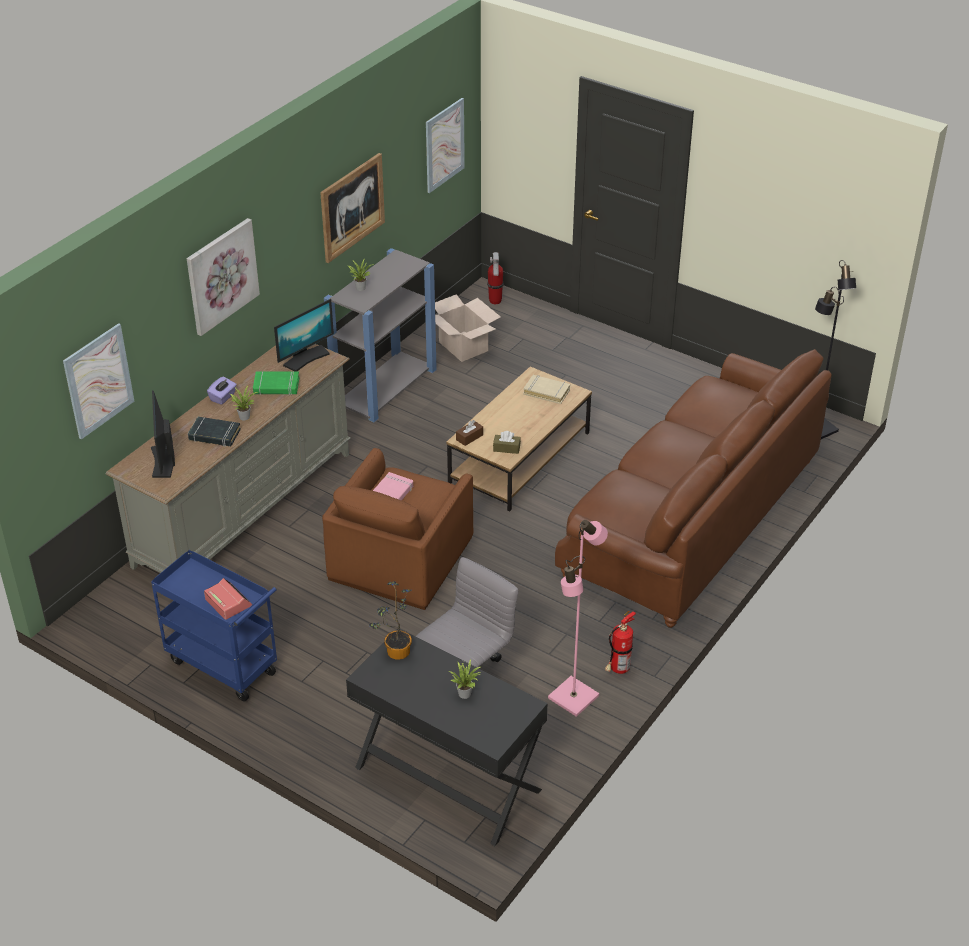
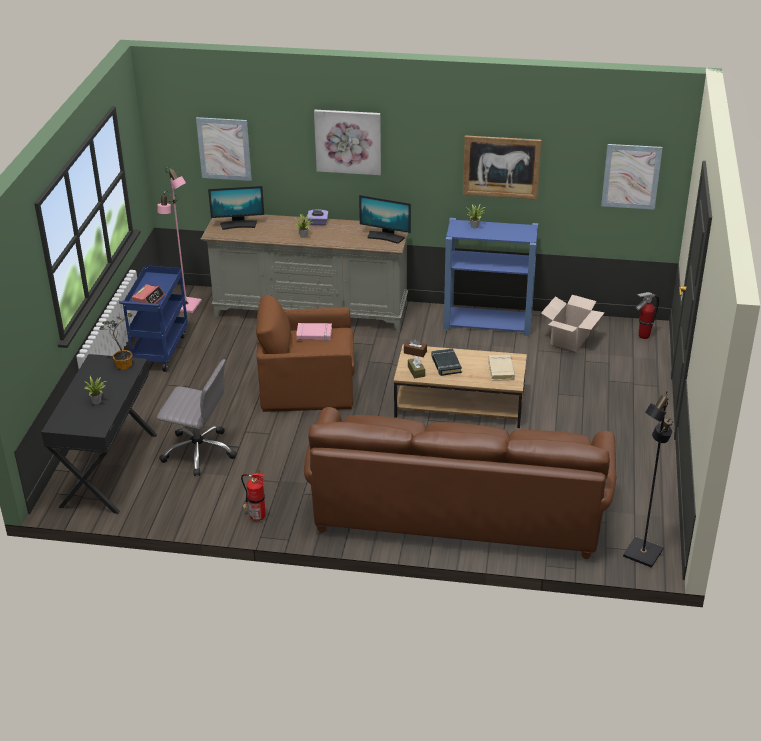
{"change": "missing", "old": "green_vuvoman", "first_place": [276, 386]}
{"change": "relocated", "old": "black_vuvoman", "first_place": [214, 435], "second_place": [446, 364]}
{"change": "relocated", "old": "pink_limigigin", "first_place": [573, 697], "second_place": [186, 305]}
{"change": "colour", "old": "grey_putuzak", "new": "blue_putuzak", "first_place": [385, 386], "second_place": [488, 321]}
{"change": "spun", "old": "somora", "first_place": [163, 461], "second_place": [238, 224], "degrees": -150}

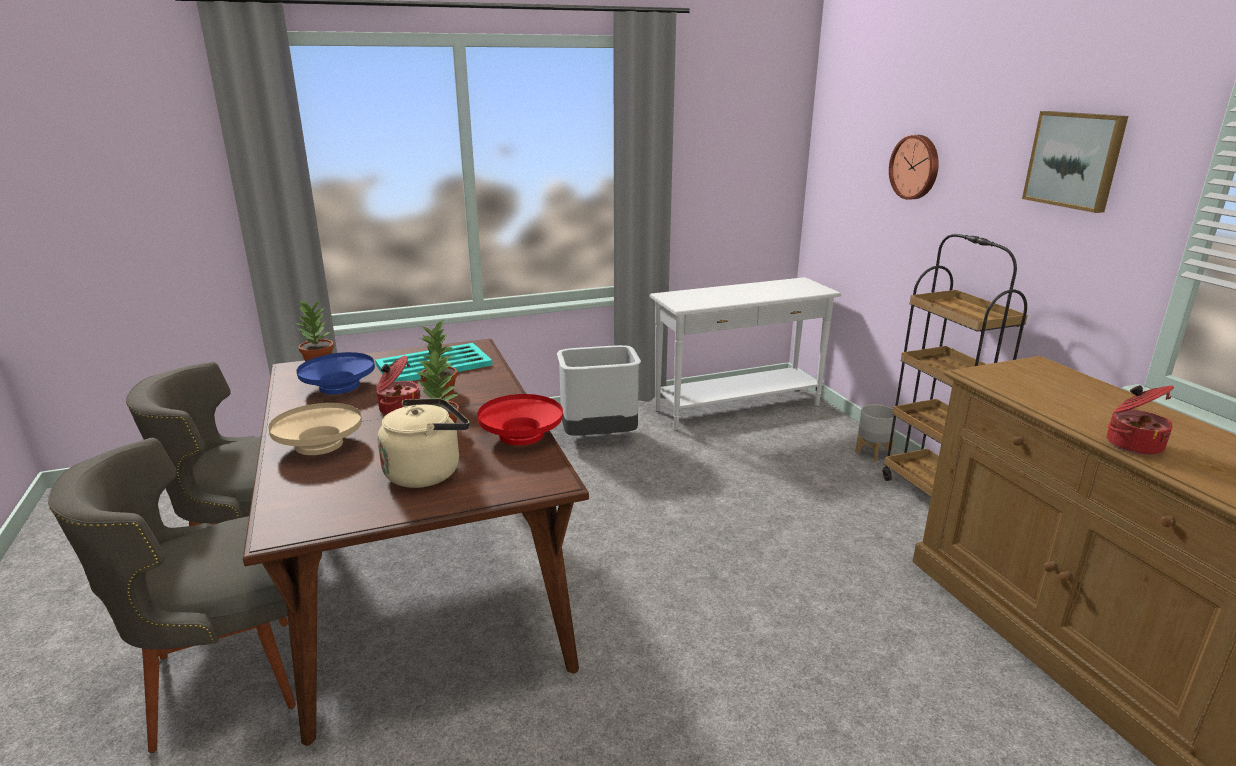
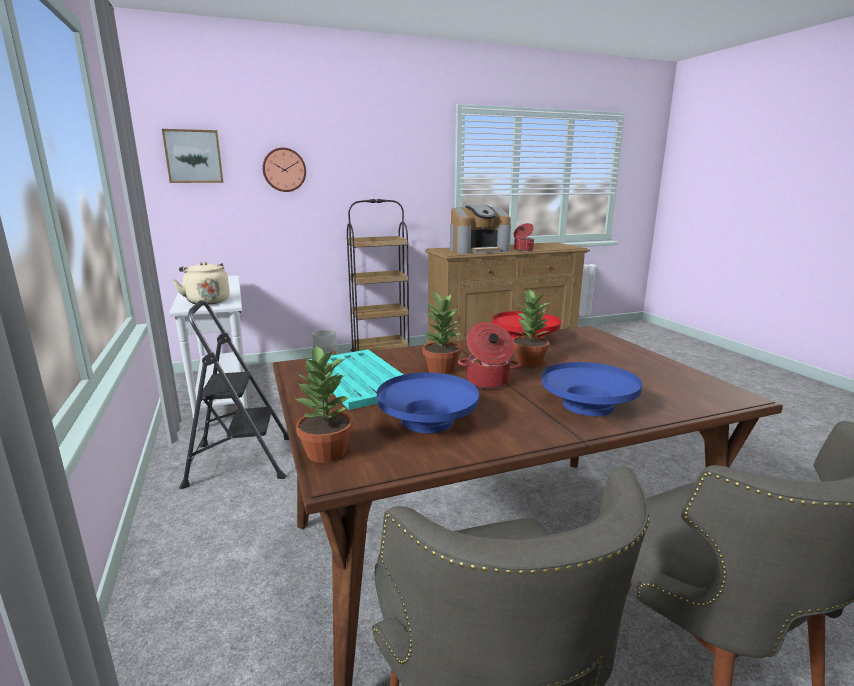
{"change": "appeared", "new": "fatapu", "second_place": [479, 250]}
{"change": "relocated", "old": "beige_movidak", "first_place": [427, 472], "second_place": [207, 301]}
{"change": "relocated", "old": "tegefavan", "first_place": [1075, 160], "second_place": [193, 156]}
{"change": "exchanged", "old": "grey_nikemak", "new": "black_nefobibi", "first_place": [599, 437], "second_place": [236, 460]}
{"change": "colour", "old": "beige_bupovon", "new": "blue_bupovon", "first_place": [320, 445], "second_place": [587, 405]}

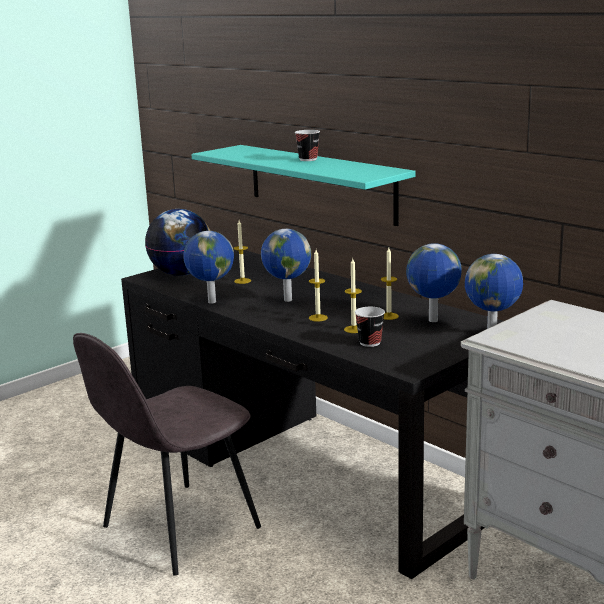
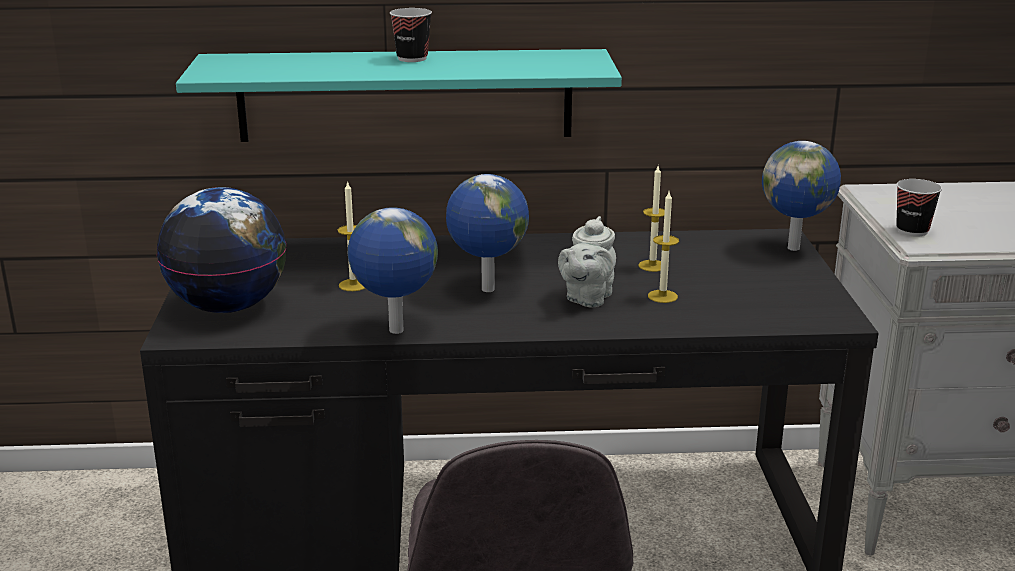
{"change": "missing", "old": "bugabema", "first_place": [433, 321]}
{"change": "relocated", "old": "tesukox", "first_place": [370, 343], "second_place": [912, 231]}
{"change": "exchanged", "old": "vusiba", "new": "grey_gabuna", "first_place": [318, 318], "second_place": [587, 298]}

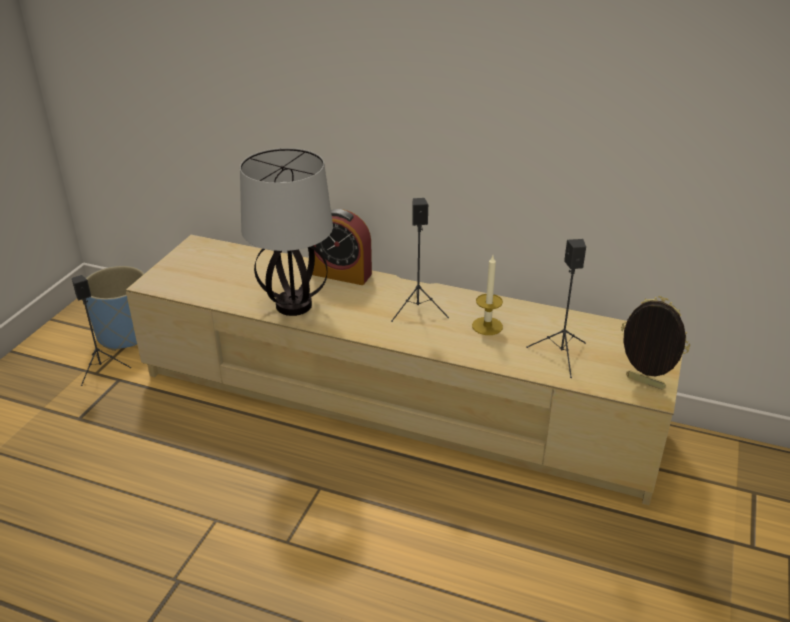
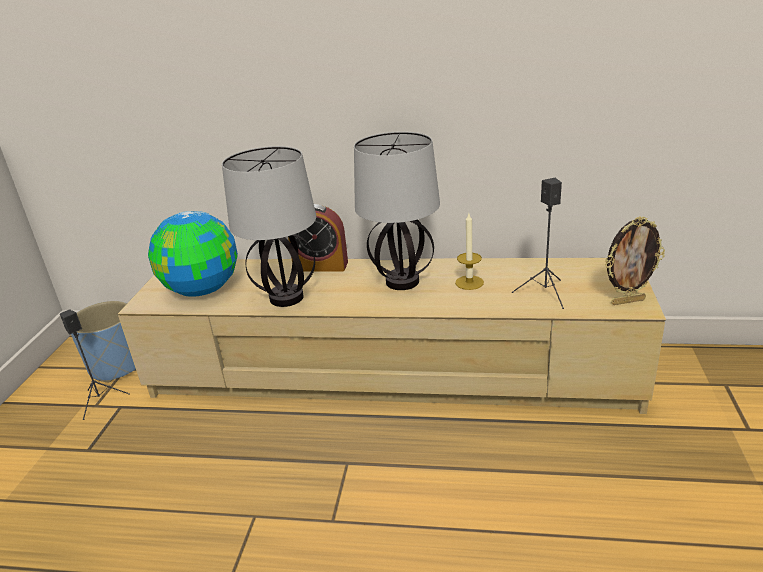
{"change": "appeared", "new": "bugabema", "second_place": [203, 290]}
{"change": "exchanged", "old": "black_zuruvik", "new": "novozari", "first_place": [418, 310], "second_place": [402, 281]}
{"change": "spun", "old": "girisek", "first_place": [644, 383], "second_place": [627, 301], "degrees": 150}

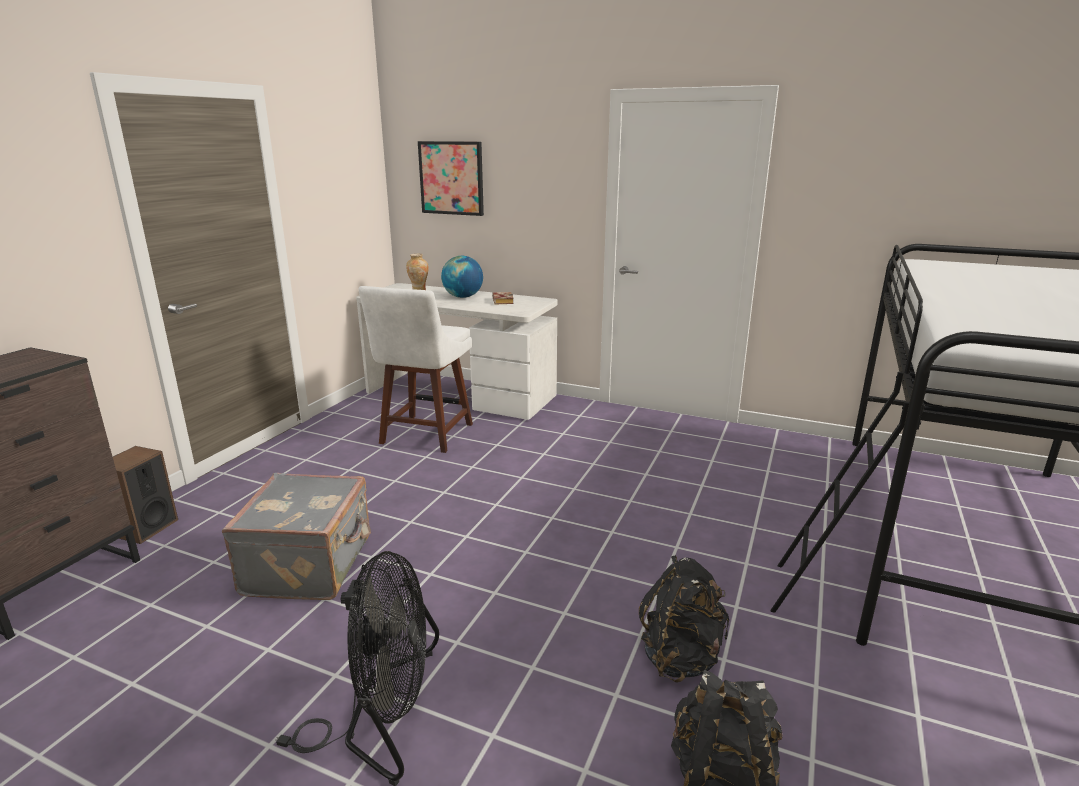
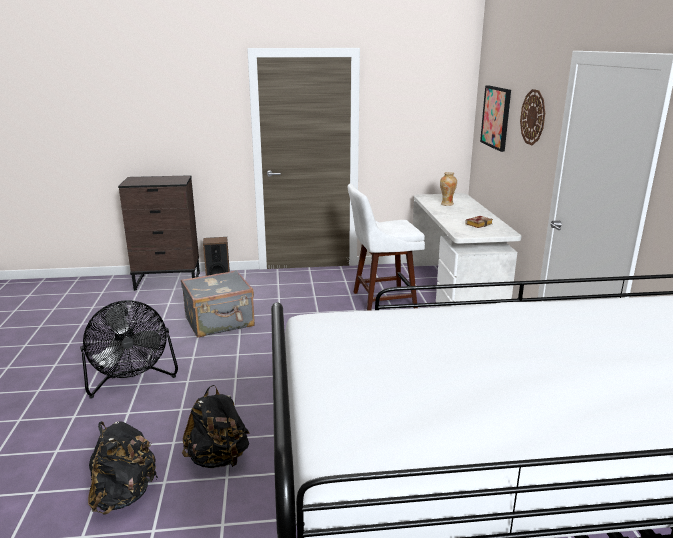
{"change": "missing", "old": "bugabema", "first_place": [463, 297]}
{"change": "appeared", "new": "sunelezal", "second_place": [533, 117]}

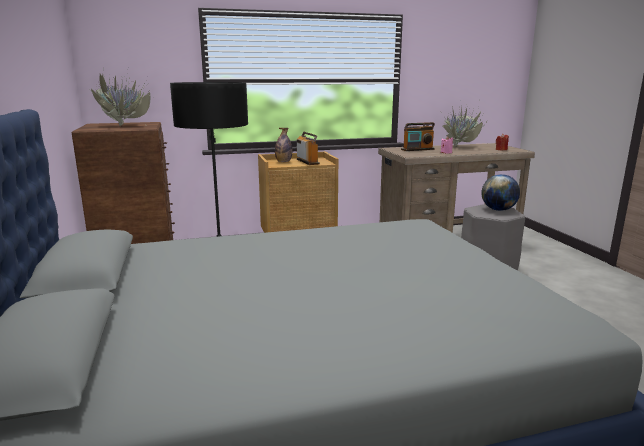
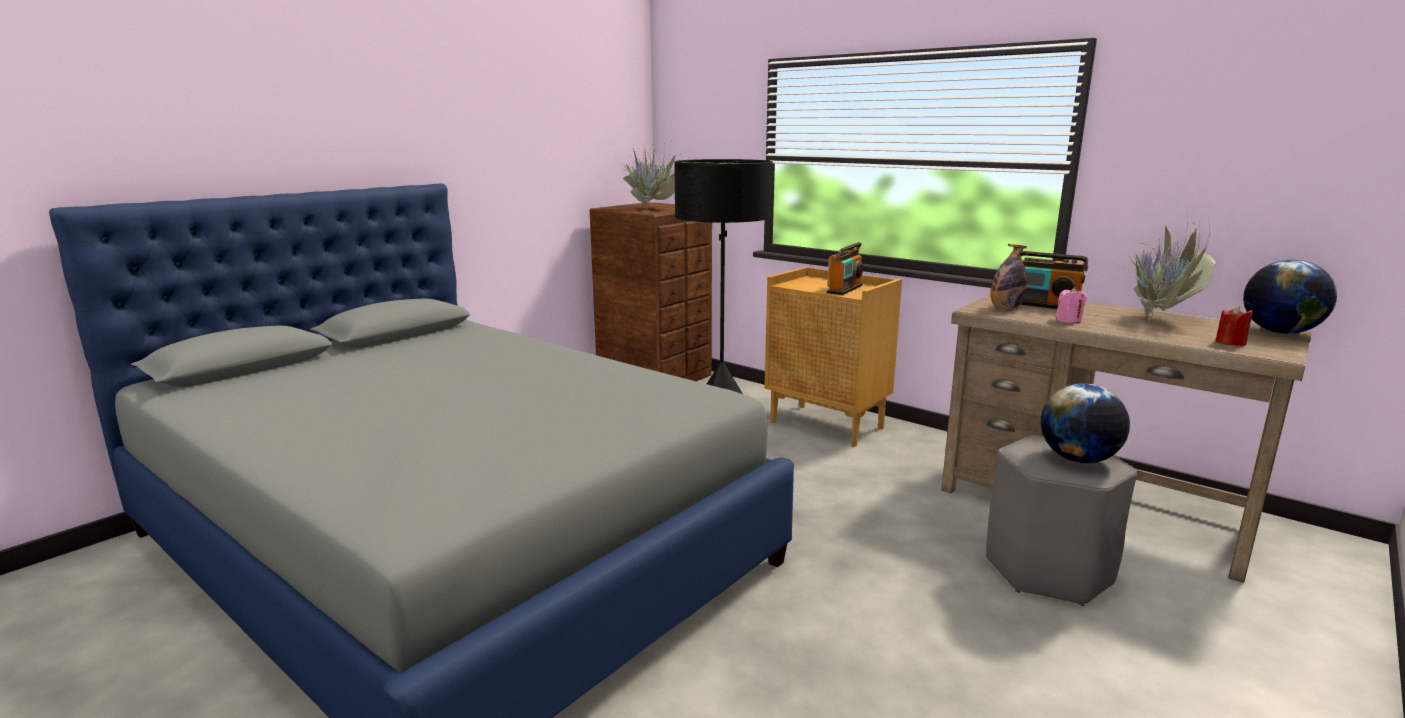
{"change": "appeared", "new": "bugabema", "second_place": [1279, 332]}
{"change": "relocated", "old": "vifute", "first_place": [283, 162], "second_place": [1005, 308]}

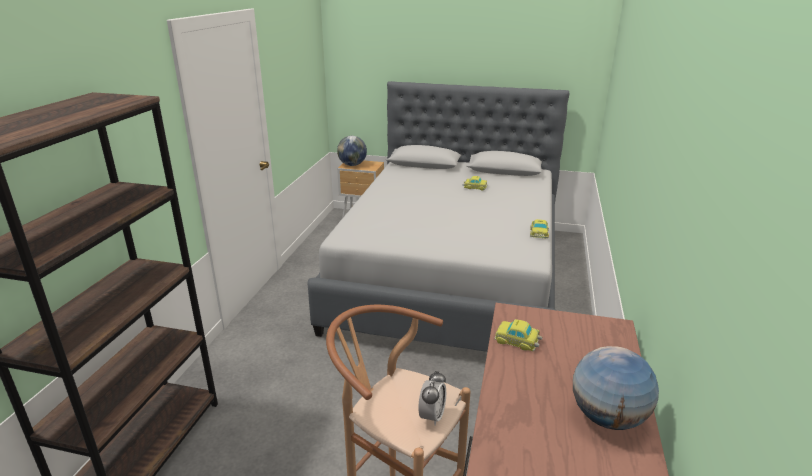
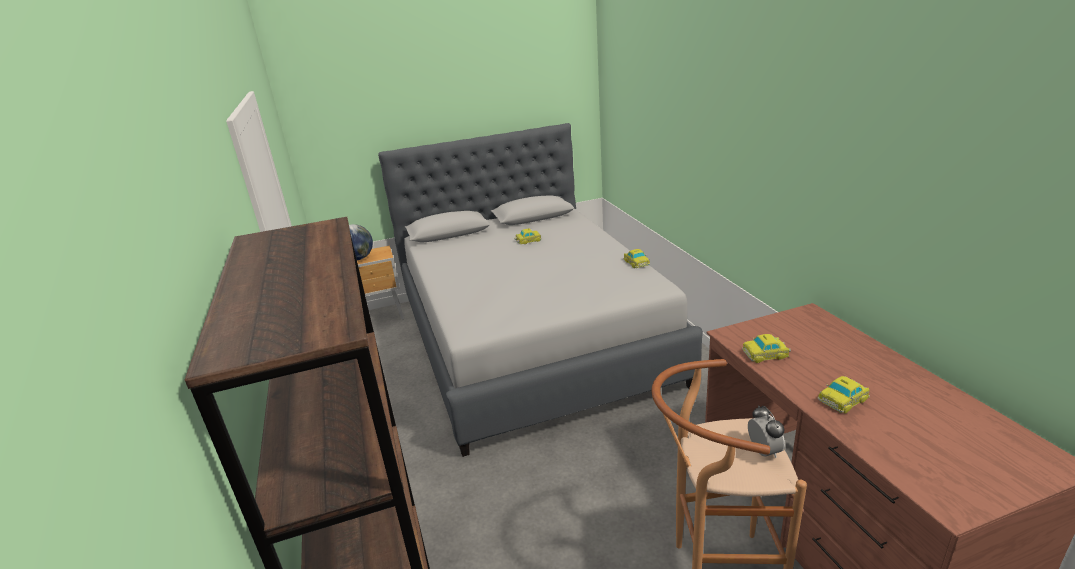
{"change": "missing", "old": "bugabema", "first_place": [607, 417]}
{"change": "appeared", "new": "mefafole", "second_place": [843, 399]}

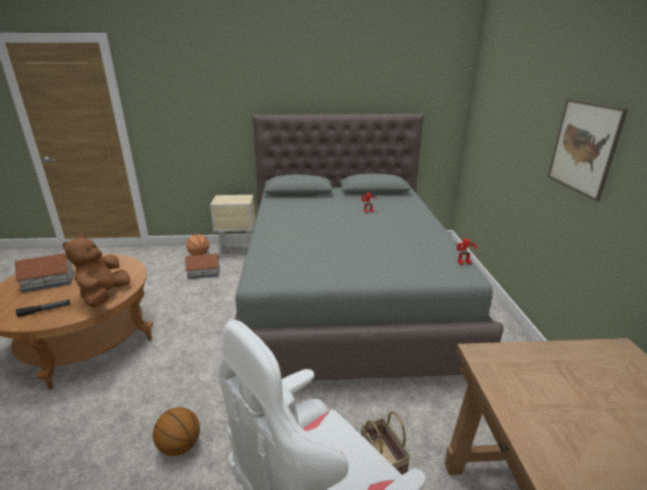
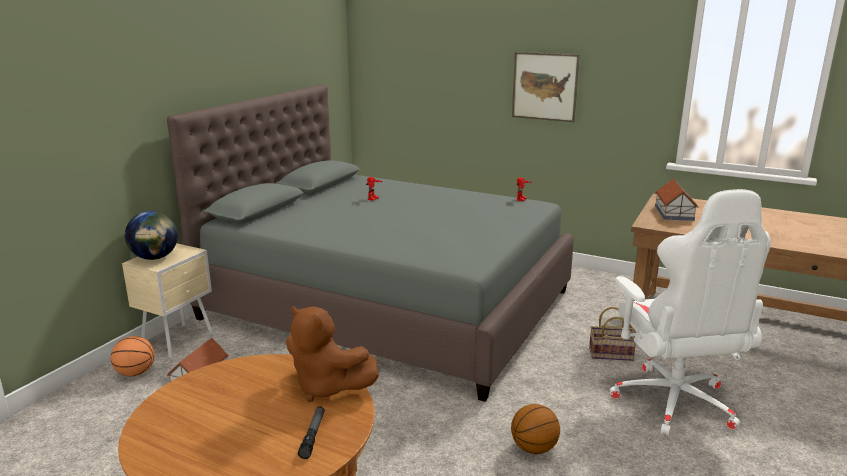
{"change": "appeared", "new": "bugabema", "second_place": [155, 258]}
{"change": "relocated", "old": "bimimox", "first_place": [49, 281], "second_place": [674, 212]}

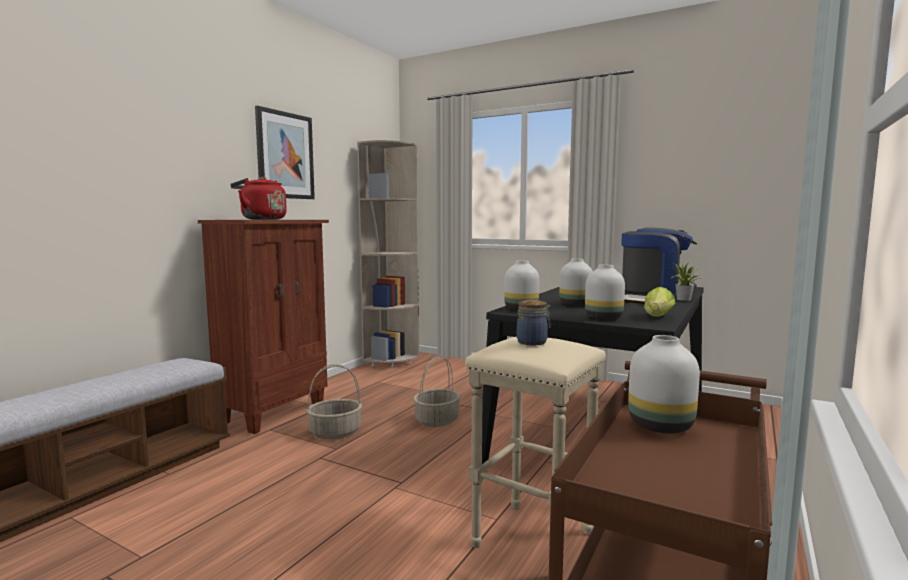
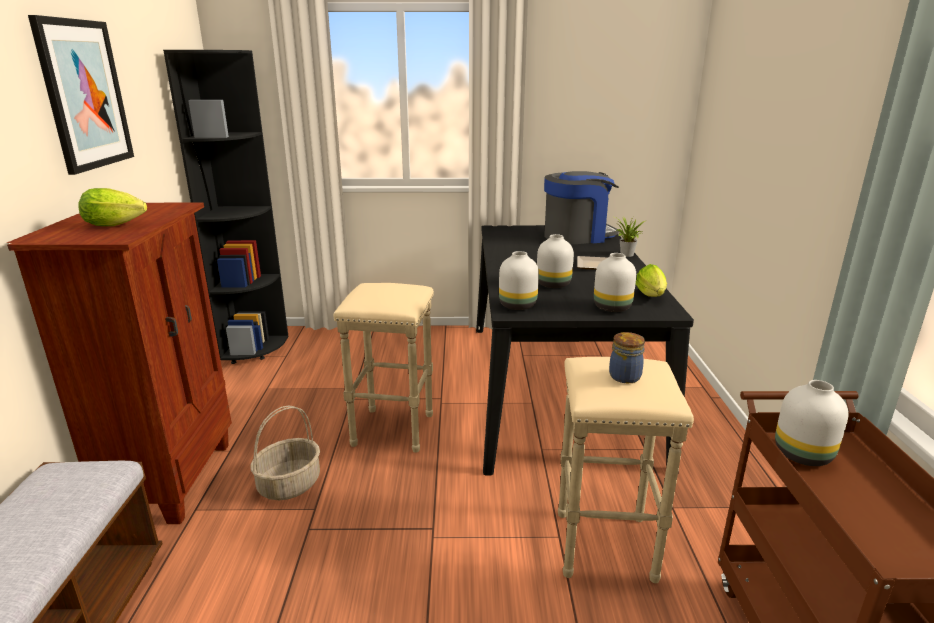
{"change": "exchanged", "old": "red_movidak", "new": "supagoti", "first_place": [261, 219], "second_place": [118, 225]}
{"change": "exchanged", "old": "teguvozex", "new": "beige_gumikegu", "first_place": [437, 420], "second_place": [391, 428]}
{"change": "colour", "old": "beige_putuzak", "new": "black_putuzak", "first_place": [391, 363], "second_place": [254, 354]}

